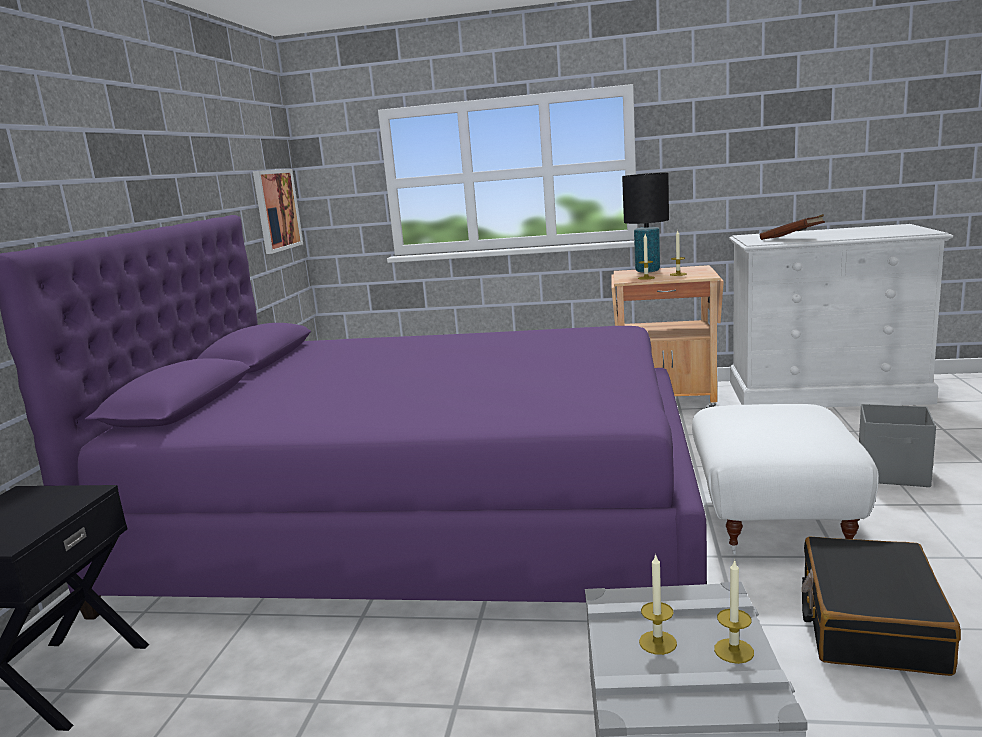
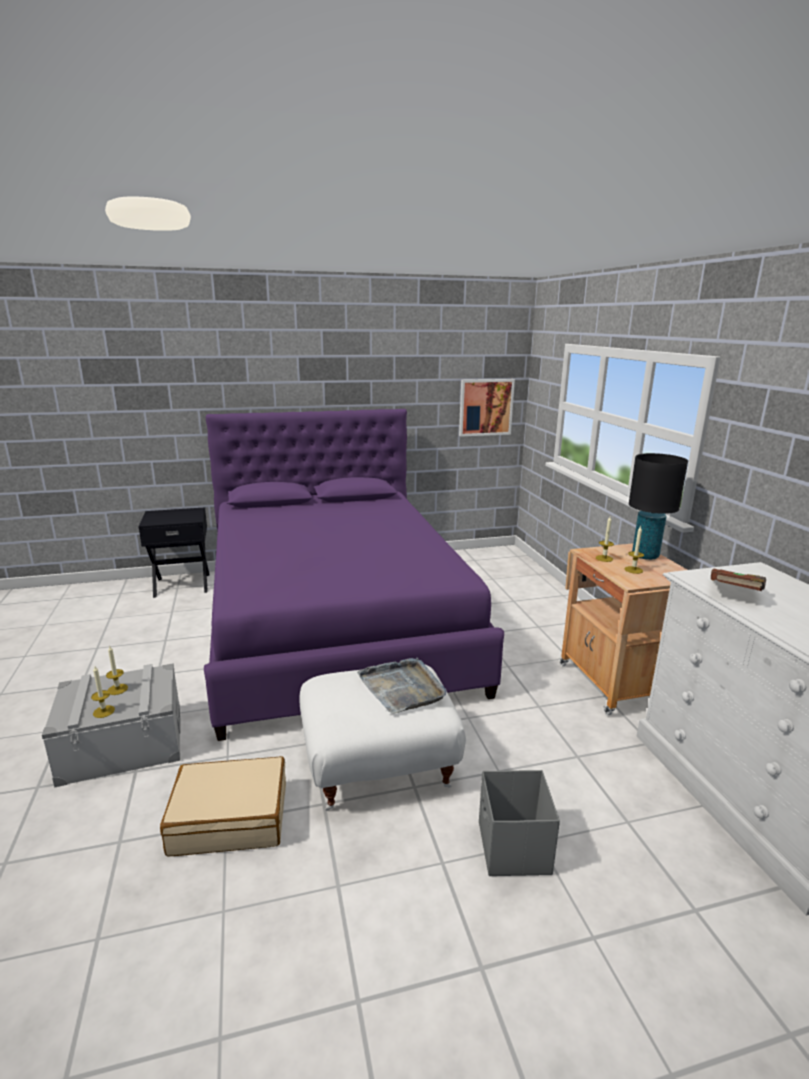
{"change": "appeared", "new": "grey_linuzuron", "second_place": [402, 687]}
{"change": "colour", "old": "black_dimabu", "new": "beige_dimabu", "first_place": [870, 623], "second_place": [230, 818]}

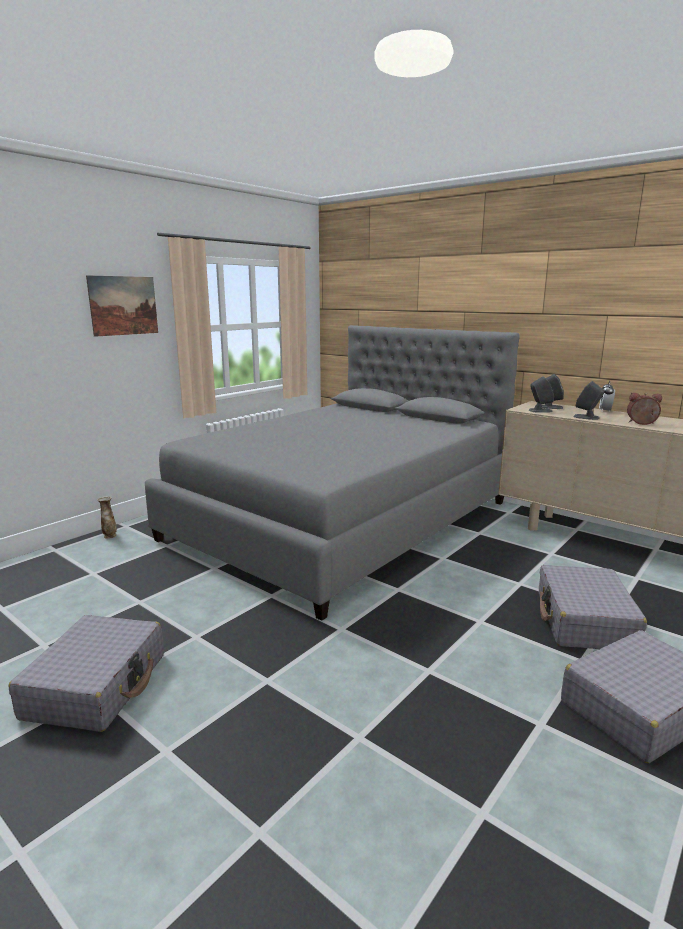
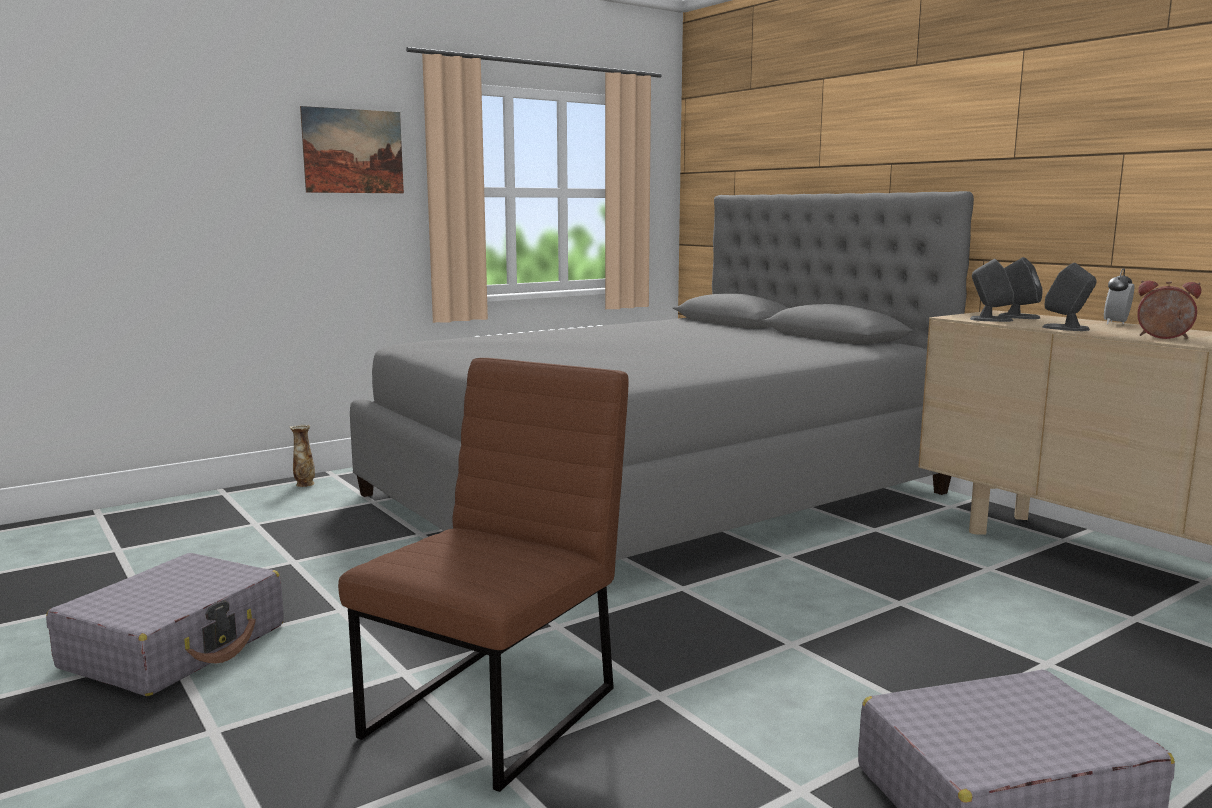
{"change": "missing", "old": "grey_dimabu", "first_place": [584, 621]}
{"change": "appeared", "new": "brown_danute", "second_place": [497, 708]}

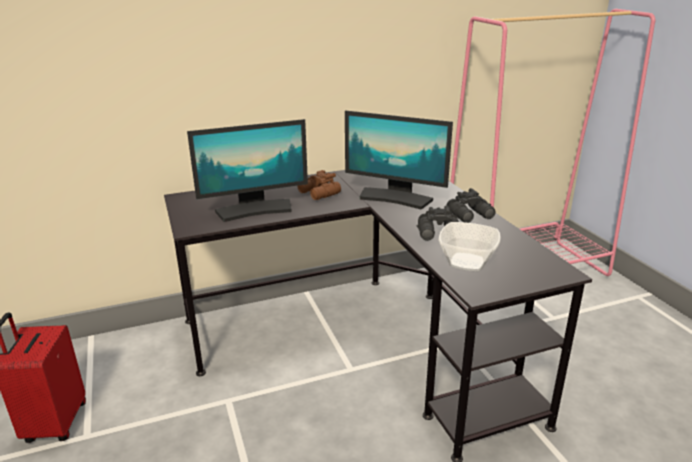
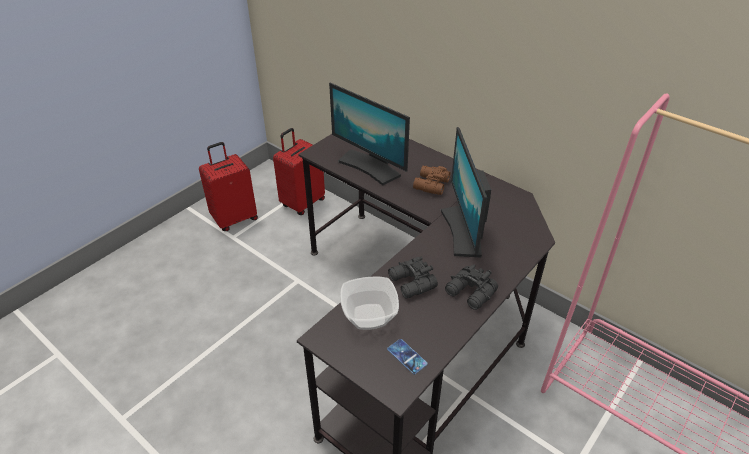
{"change": "appeared", "new": "red_dimabu", "second_place": [302, 203]}
{"change": "appeared", "new": "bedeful", "second_place": [407, 356]}

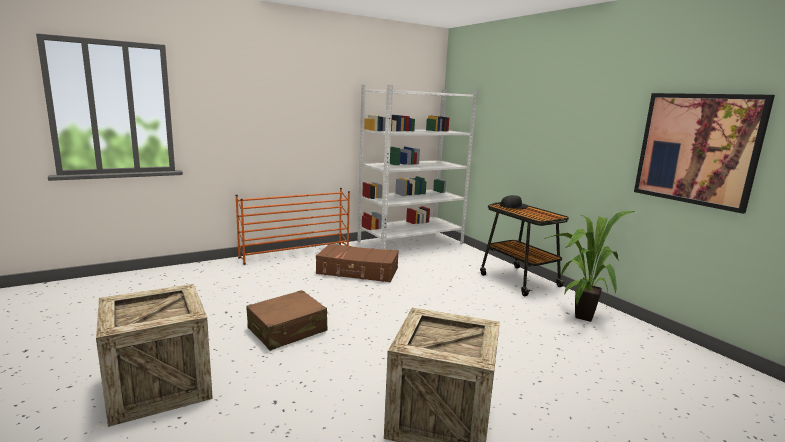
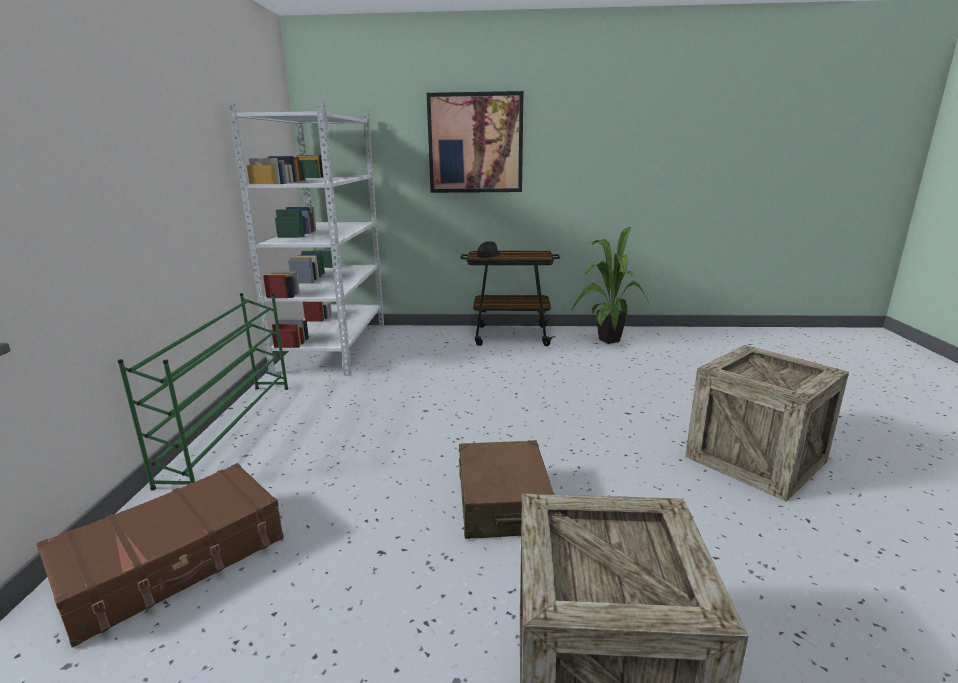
{"change": "relocated", "old": "brown_dimabu", "first_place": [357, 271], "second_place": [175, 561]}
{"change": "relocated", "old": "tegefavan", "first_place": [697, 149], "second_place": [475, 143]}
{"change": "colour", "old": "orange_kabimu", "new": "green_kabimu", "first_place": [296, 253], "second_place": [232, 430]}

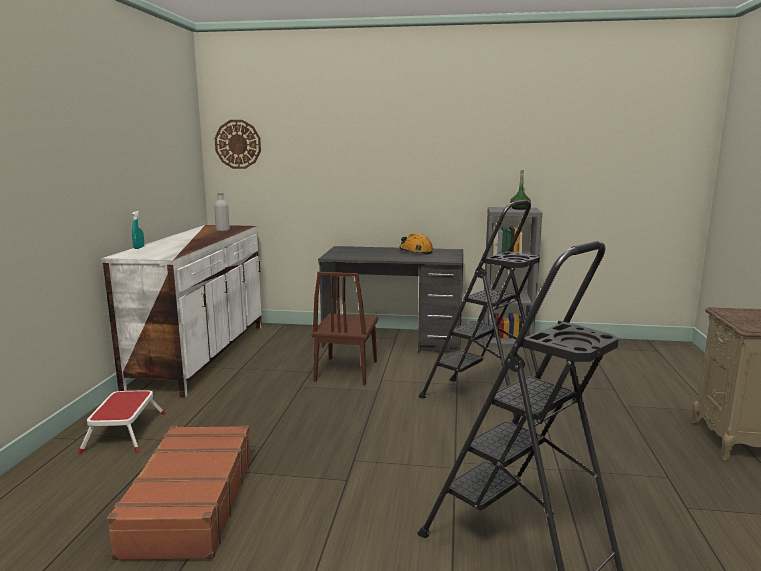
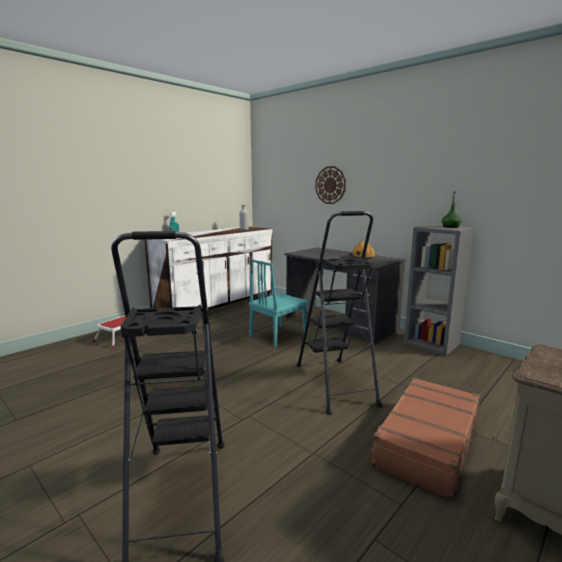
{"change": "relocated", "old": "brown_dimabu", "first_place": [189, 504], "second_place": [426, 443]}
{"change": "relocated", "old": "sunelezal", "first_place": [238, 144], "second_place": [330, 185]}
{"change": "colour", "old": "brown_danute", "new": "turquoise_danute", "first_place": [346, 370], "second_place": [278, 335]}

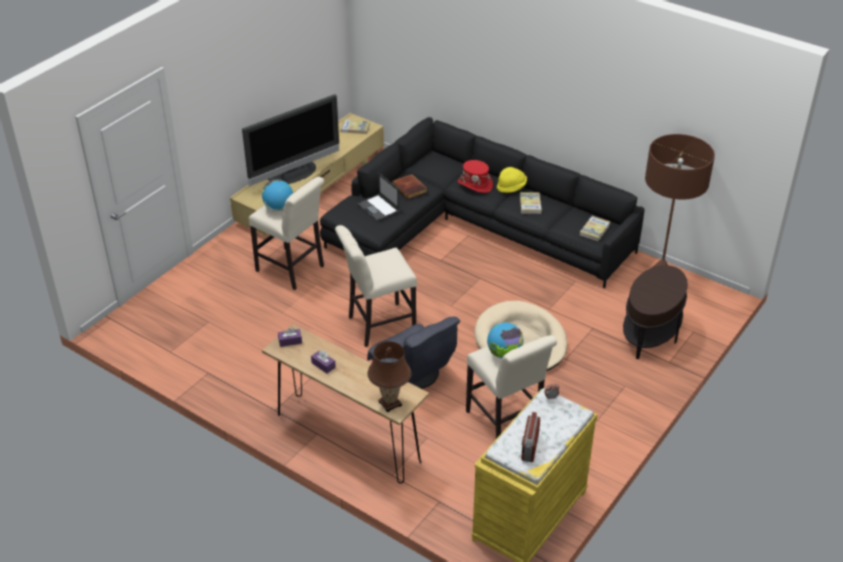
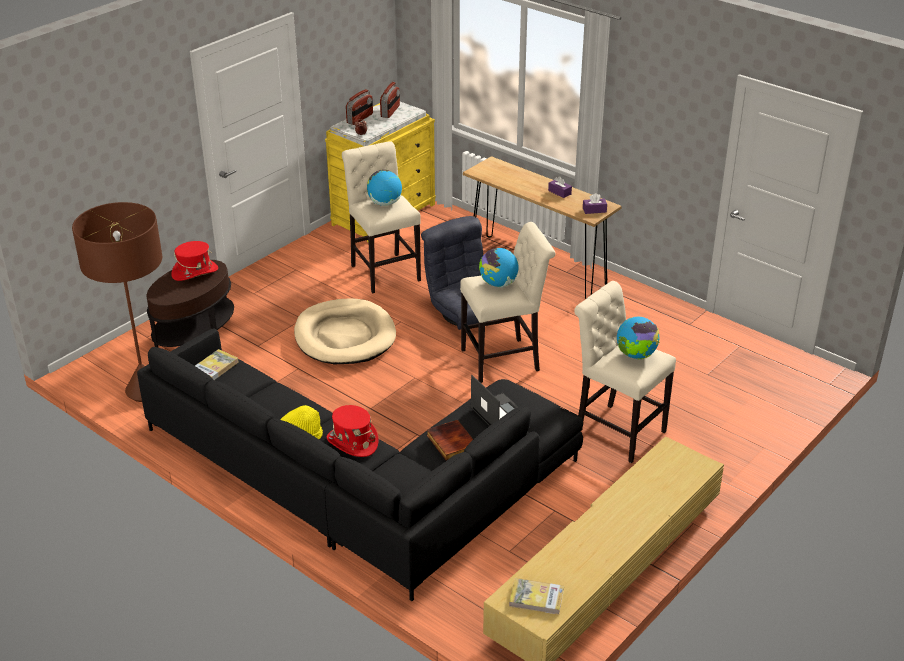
{"change": "missing", "old": "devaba", "first_place": [294, 174]}
{"change": "missing", "old": "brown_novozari", "first_place": [390, 403]}
{"change": "missing", "old": "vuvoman", "first_place": [530, 204]}
{"change": "appeared", "new": "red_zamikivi", "second_place": [195, 272]}
{"change": "appeared", "new": "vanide", "second_place": [360, 118]}
{"change": "appeared", "new": "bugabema", "second_place": [498, 284]}

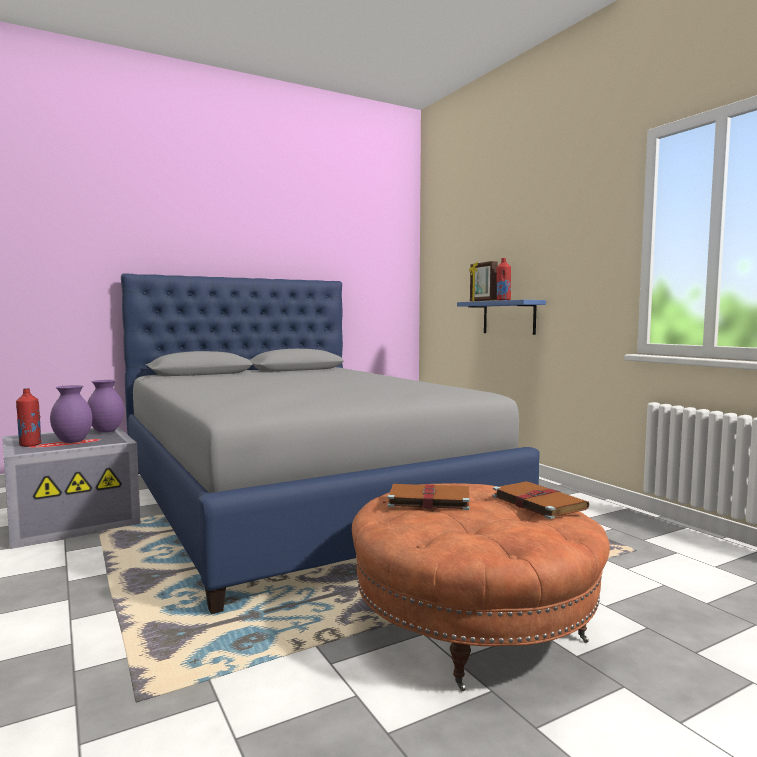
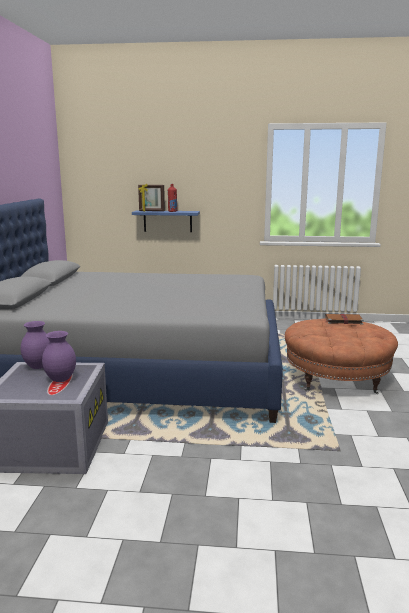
{"change": "missing", "old": "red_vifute", "first_place": [30, 445]}
{"change": "missing", "old": "brown_vuvoman", "first_place": [427, 500]}

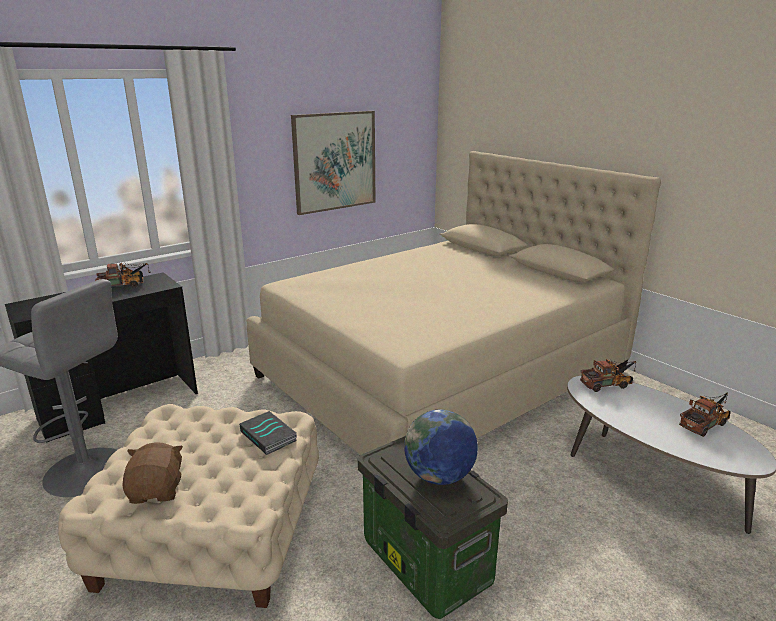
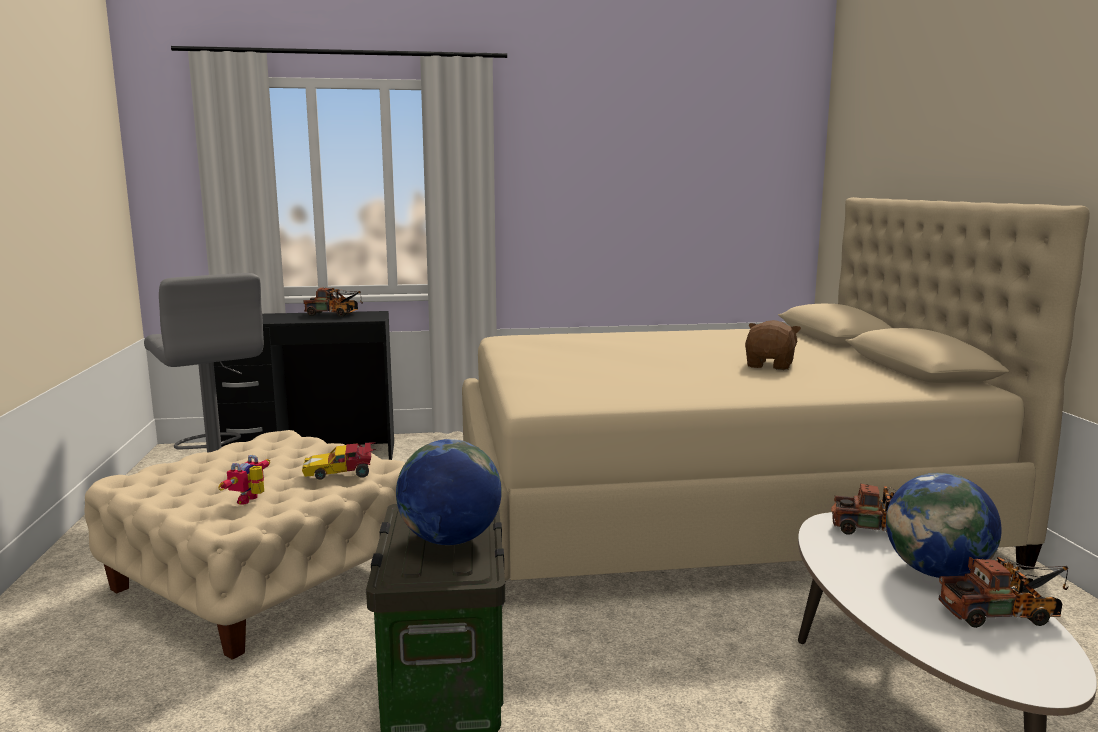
{"change": "missing", "old": "tegefavan", "first_place": [335, 161]}
{"change": "appeared", "new": "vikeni", "second_place": [251, 500]}
{"change": "appeared", "new": "bugabema", "second_place": [936, 572]}
{"change": "relocated", "old": "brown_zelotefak", "first_place": [157, 490], "second_place": [770, 365]}
{"change": "exchanged", "old": "vuvoman", "new": "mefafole", "first_place": [269, 436], "second_place": [341, 473]}

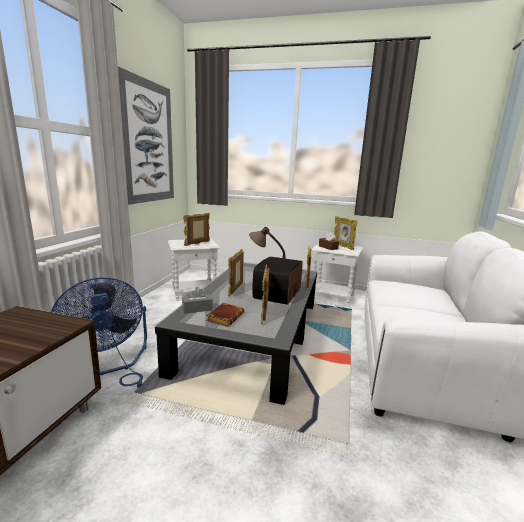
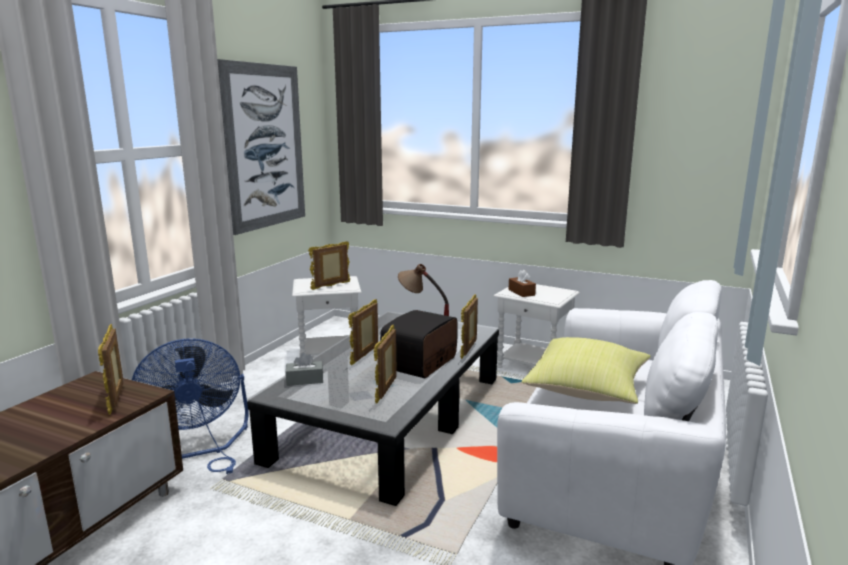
{"change": "missing", "old": "brown_vuvoman", "first_place": [225, 317]}
{"change": "appeared", "new": "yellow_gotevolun", "second_place": [587, 391]}
{"change": "relocated", "old": "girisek", "first_place": [343, 247], "second_place": [117, 399]}

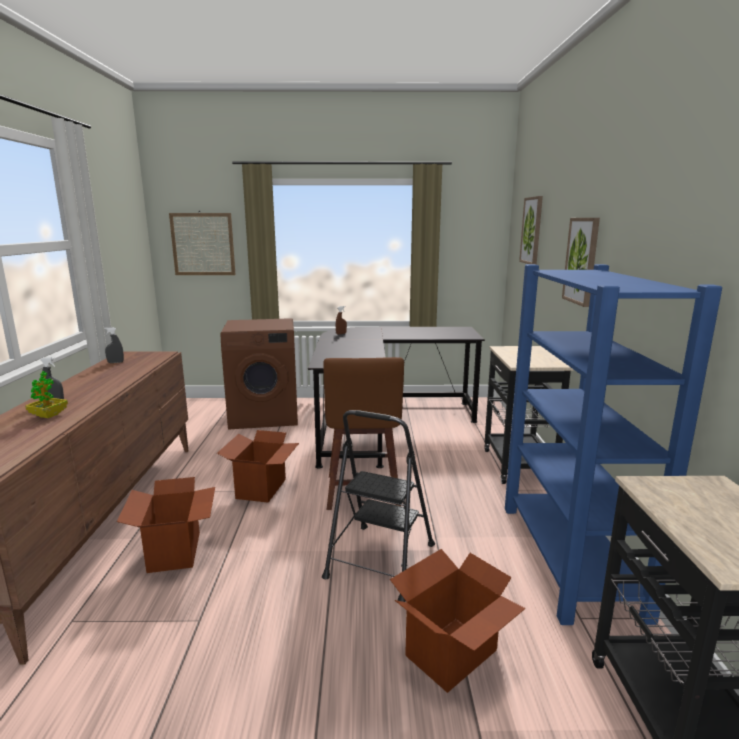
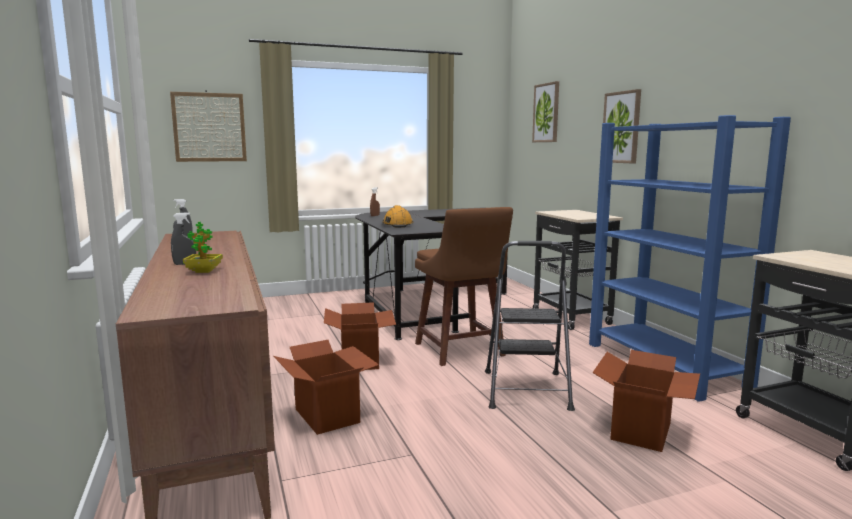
{"change": "missing", "old": "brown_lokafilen", "first_place": [264, 416]}
{"change": "appeared", "new": "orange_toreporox", "second_place": [397, 225]}

